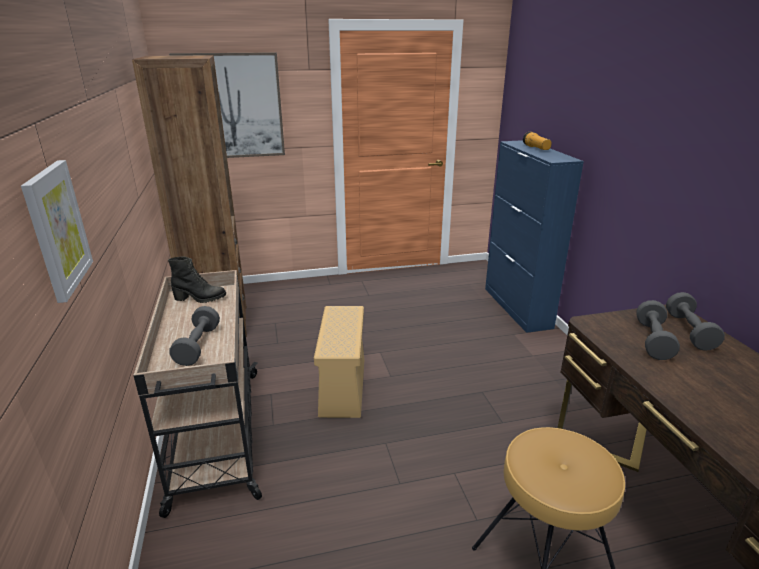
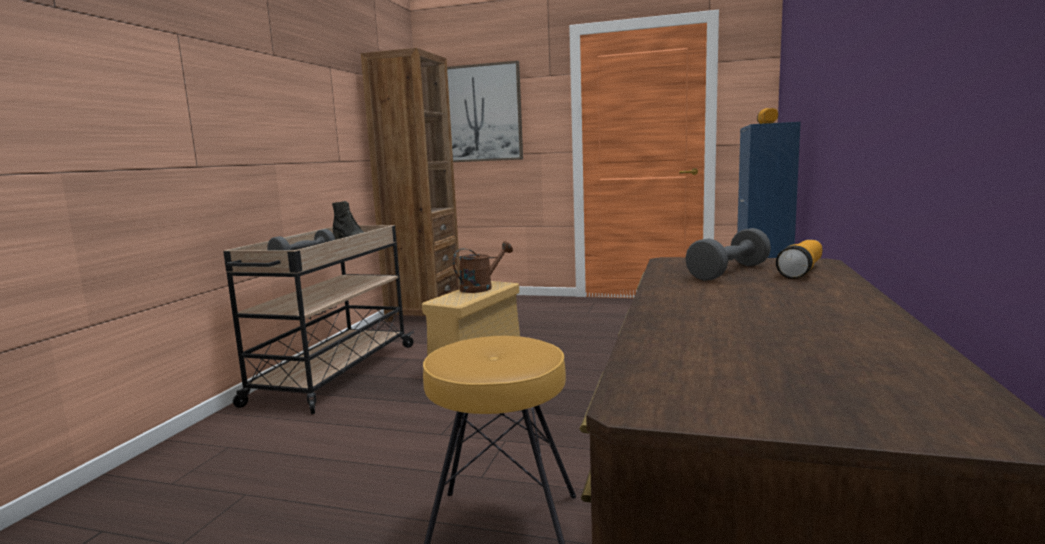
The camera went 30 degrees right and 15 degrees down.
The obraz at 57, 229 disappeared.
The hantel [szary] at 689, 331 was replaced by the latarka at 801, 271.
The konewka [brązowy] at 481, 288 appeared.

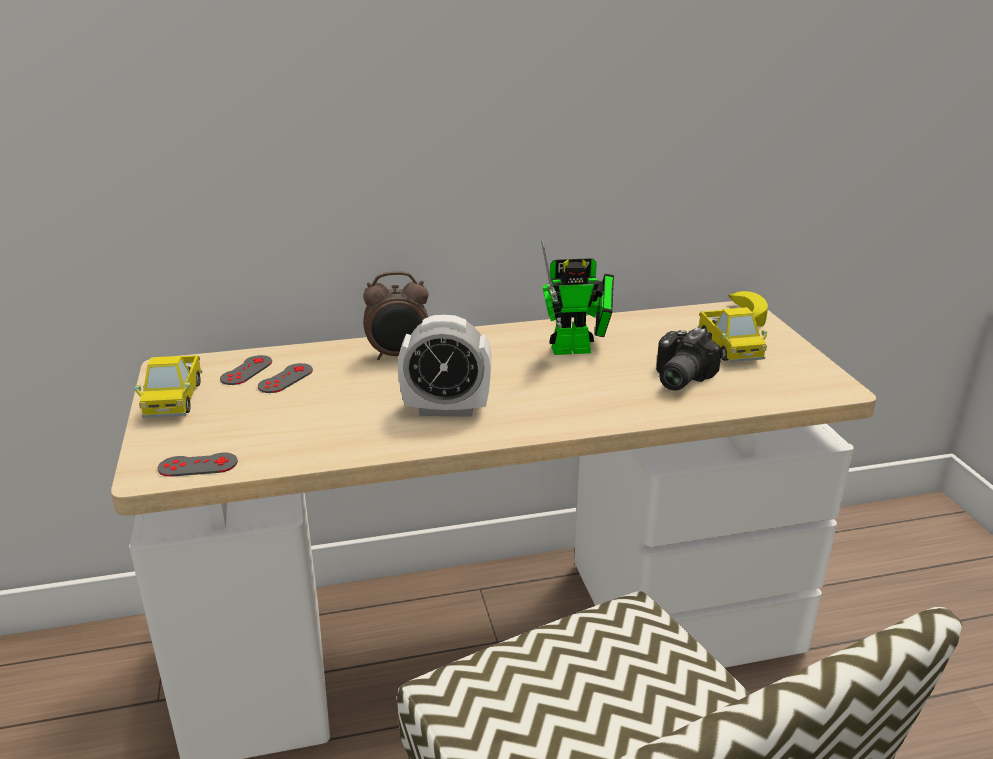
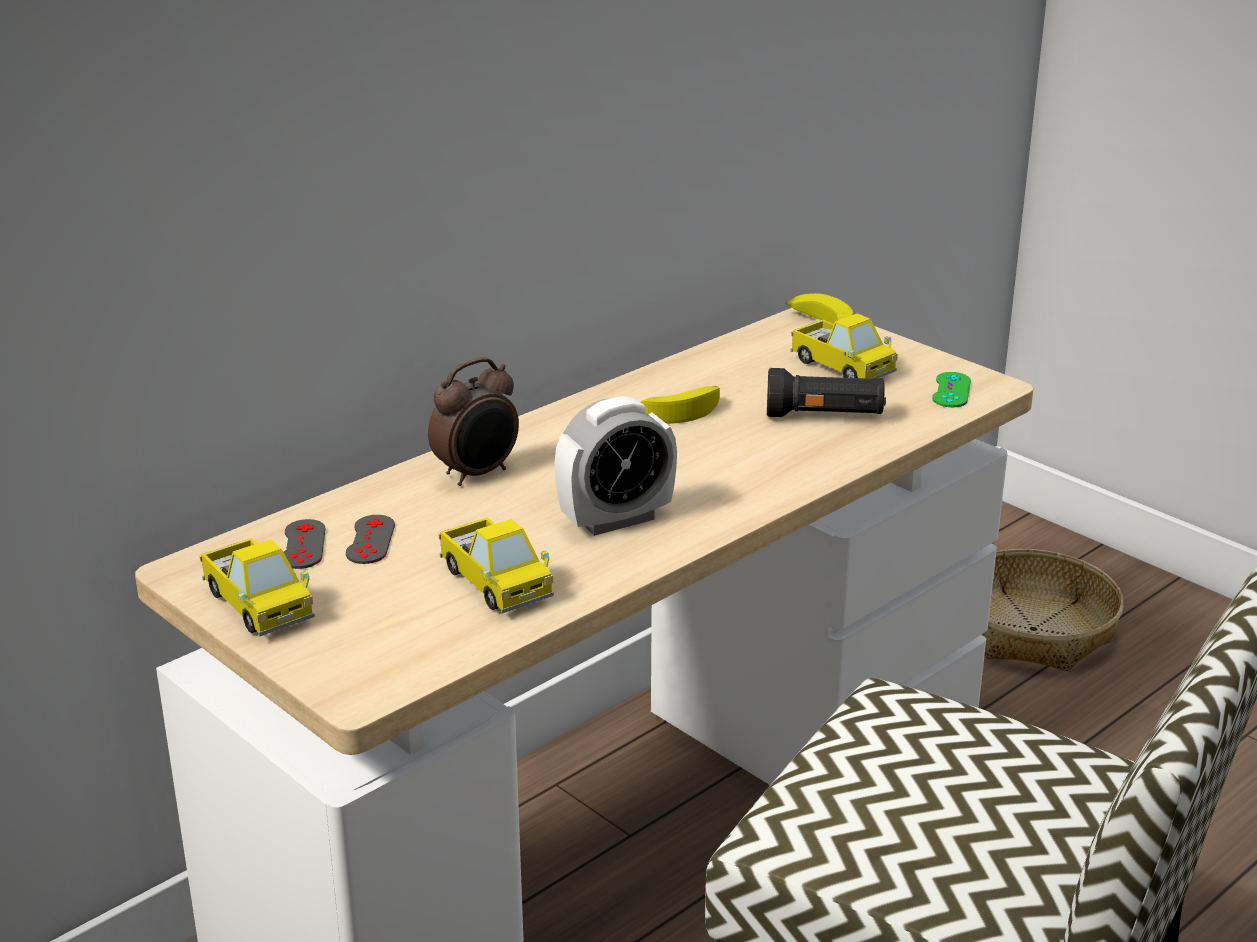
The camera went 30 degrees left and 0 degrees up.
The robot zabawkowy at 577, 349 was replaced by the banan at 682, 411.
The aparat fotograficzny at 677, 378 was replaced by the latarka [czarny] at 824, 416.
The pad do gier [szary] at 198, 465 disappeared.
The pad do gier [zielony] at 951, 390 appeared.
The ciężarówka zabawkowa at 495, 583 appeared.
The koszyk at 1033, 629 appeared.

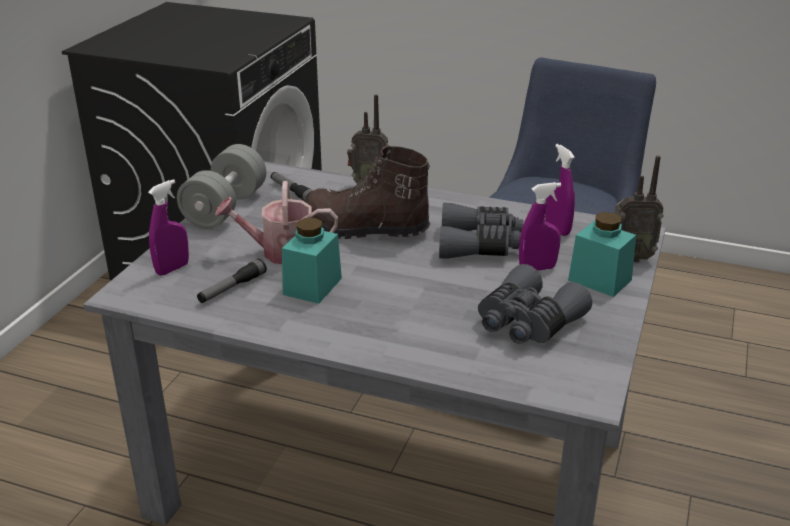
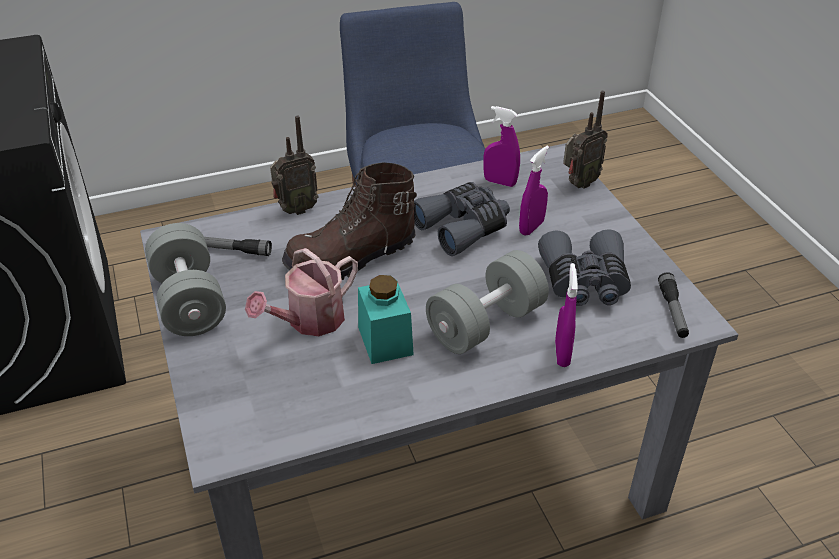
The camera went 40 degrees left and 10 degrees up.
The spryskiwacz [fioletowy] moved from 172, 269 to 562, 354.
The słoik [turkusowy] at 599, 280 disappeared.
The latarka moved from 232, 288 to 672, 311.
The hantel [szary] at 486, 323 appeared.

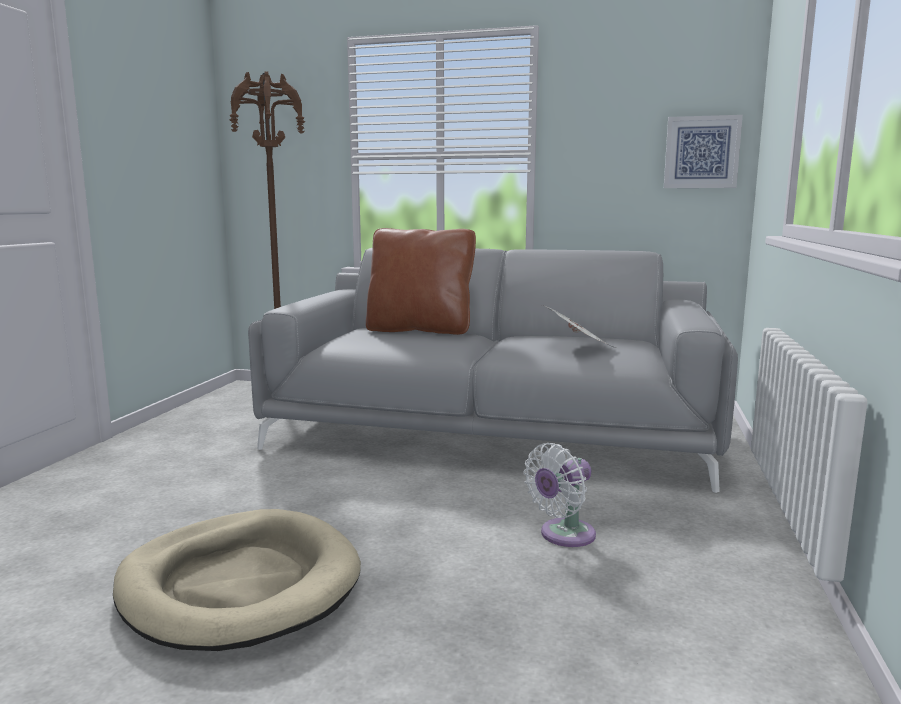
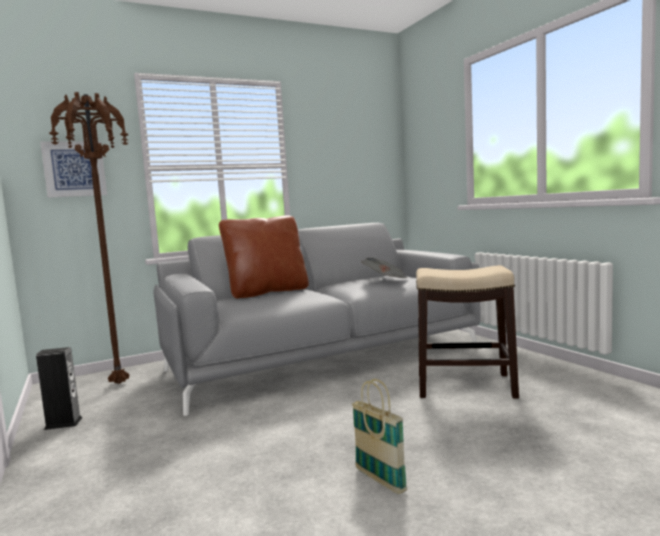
The camera went 40 degrees left and 5 degrees down.
The obraz moved from 701, 152 to 74, 169.
The wentylator [biały] at 563, 535 was replaced by the stołek at 466, 385.
The legowisko [beżowy] at 240, 585 was replaced by the koszyk at 380, 480.
The głośnik at 63, 423 appeared.

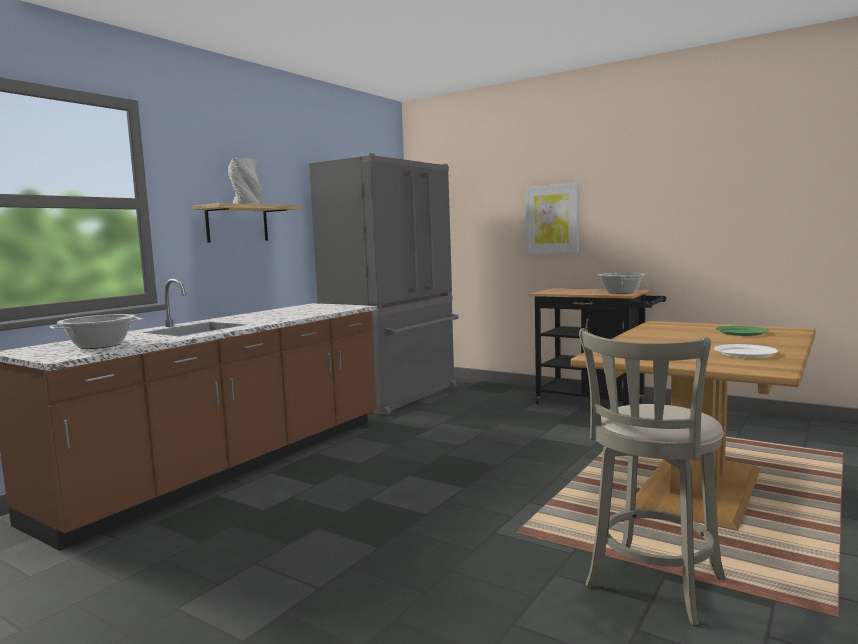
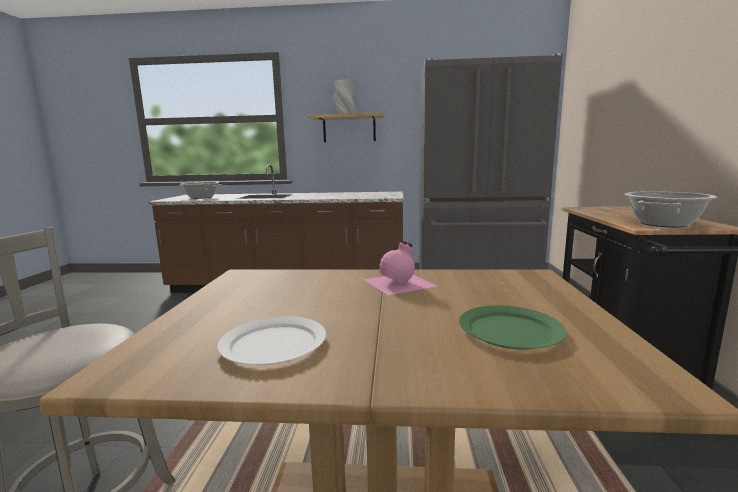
The camera went 60 degrees right and 5 degrees up.
The obraz at 552, 219 disappeared.
The butelka [różowy] at 400, 282 appeared.

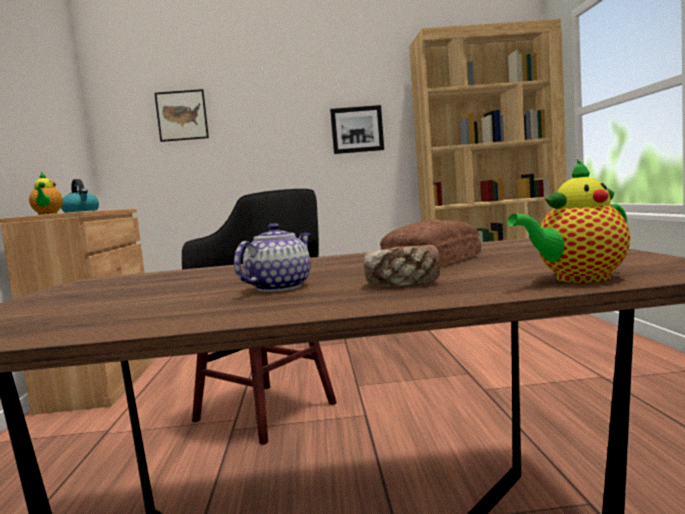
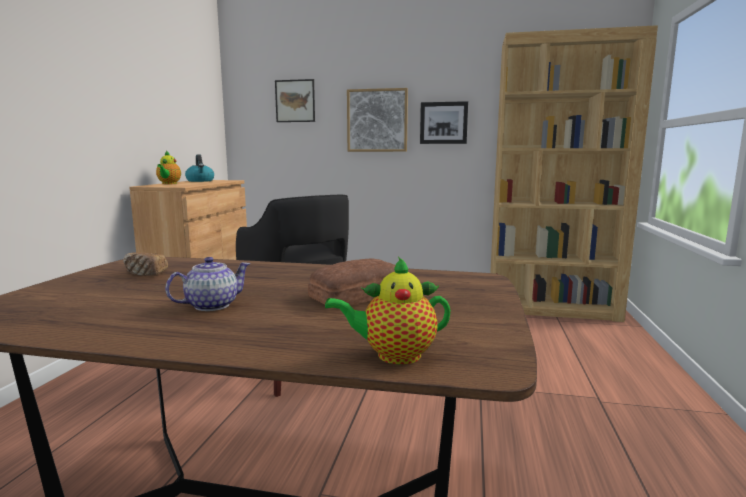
The camera went 15 degrees right and 5 degrees up.
The chleb moved from 402, 284 to 145, 273.
The obraz at 377, 120 appeared.

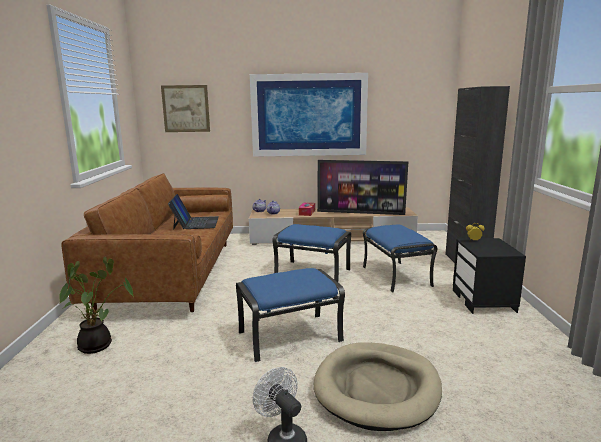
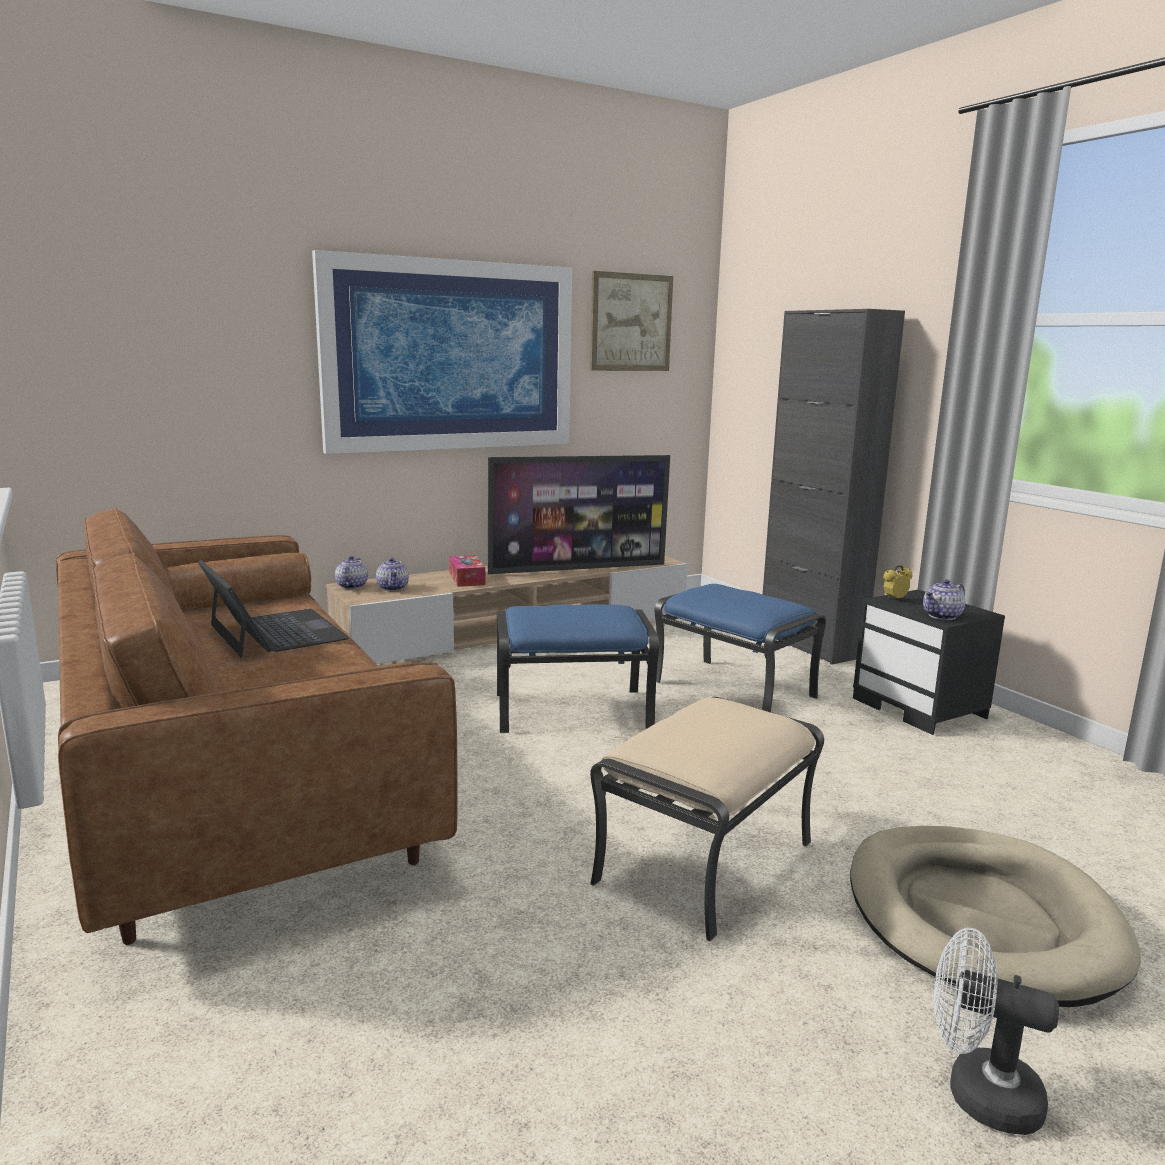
The camera went 30 degrees left and 0 degrees up.
The obraz moved from 186, 108 to 631, 322.
The roślina doniczkowa at 98, 345 disappeared.
The pufa [niebieski] at 290, 336 became the pufa [beżowy] at 704, 860.
The imbryk at 942, 616 appeared.

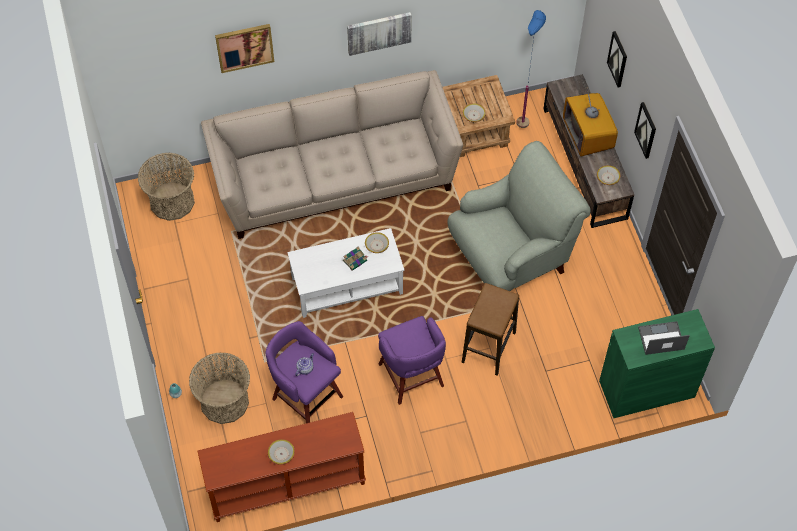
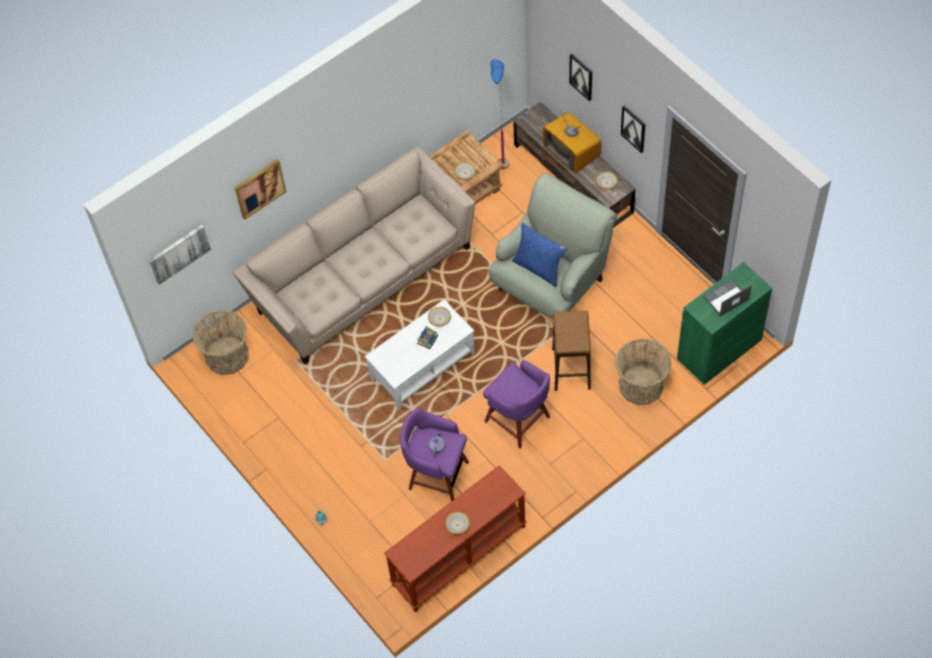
The camera went 20 degrees left and 0 degrees up.
The obraz moved from 379, 32 to 179, 253.
The koszyk moved from 224, 401 to 641, 385.
The poduszka [niebieski] at 539, 267 appeared.

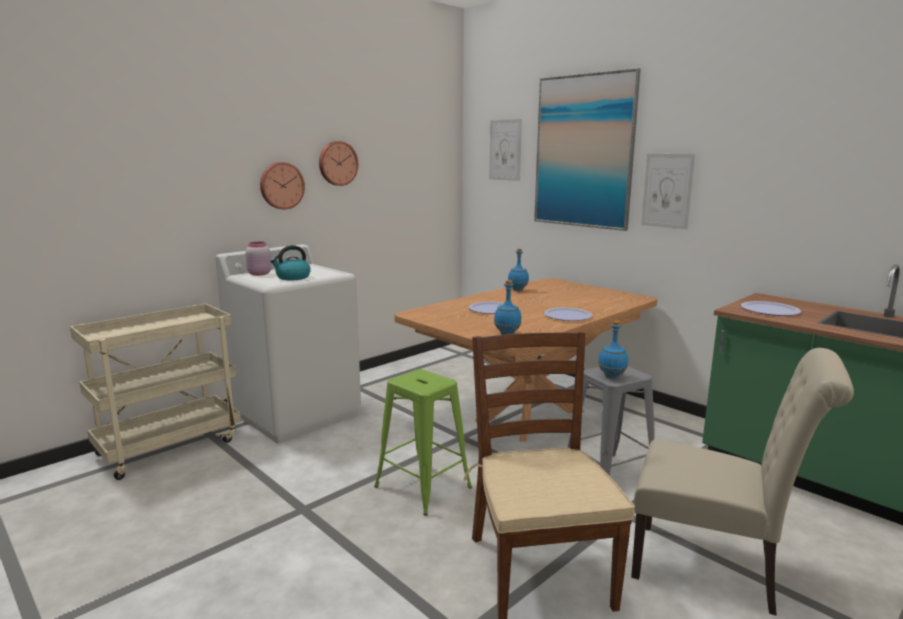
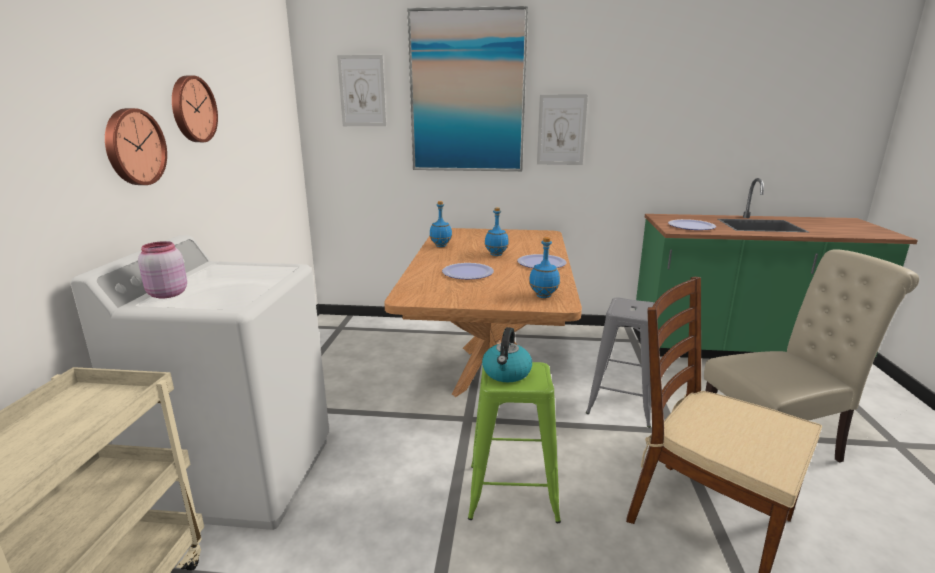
The camera went 40 degrees left and 5 degrees up.
The czajnik moved from 292, 277 to 506, 373.
The butelka [niebieski] moved from 612, 377 to 496, 255.

